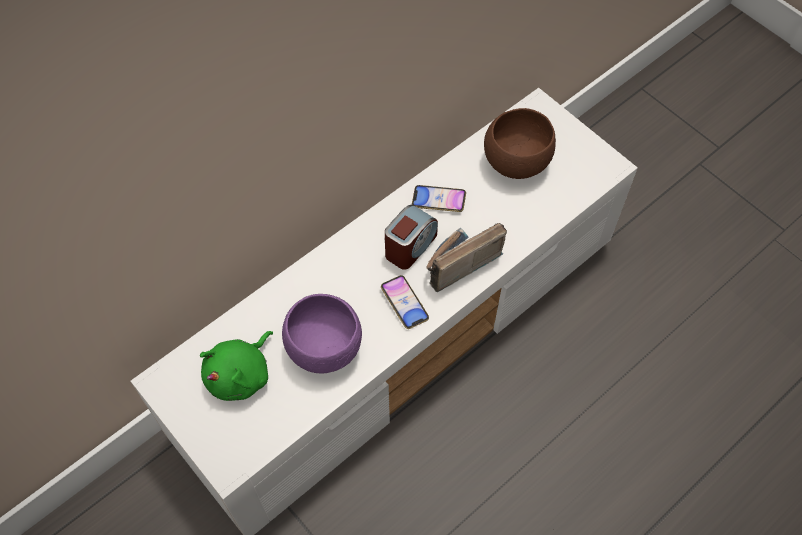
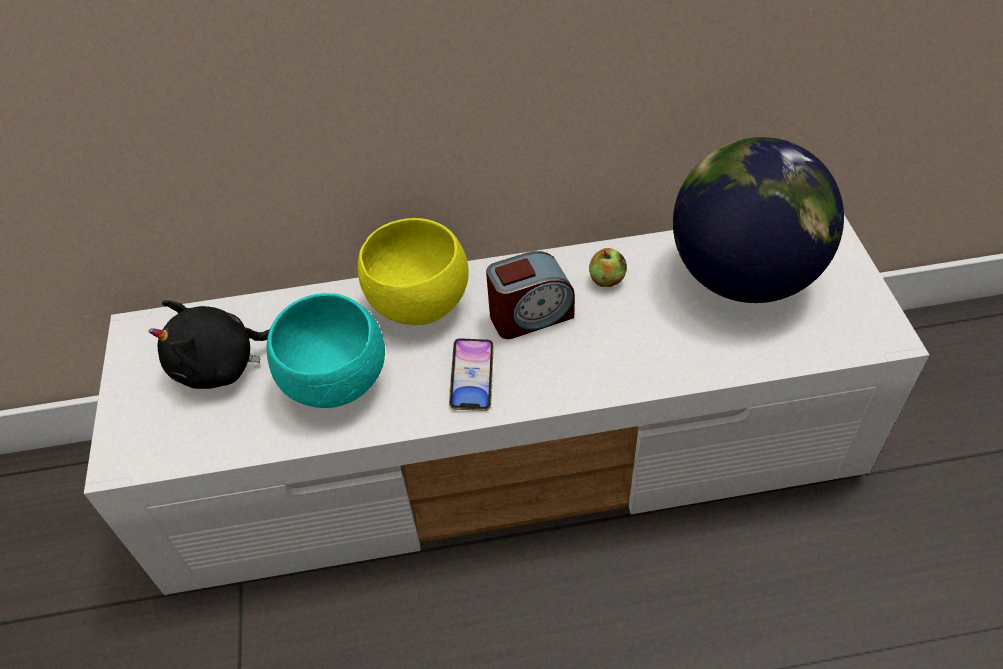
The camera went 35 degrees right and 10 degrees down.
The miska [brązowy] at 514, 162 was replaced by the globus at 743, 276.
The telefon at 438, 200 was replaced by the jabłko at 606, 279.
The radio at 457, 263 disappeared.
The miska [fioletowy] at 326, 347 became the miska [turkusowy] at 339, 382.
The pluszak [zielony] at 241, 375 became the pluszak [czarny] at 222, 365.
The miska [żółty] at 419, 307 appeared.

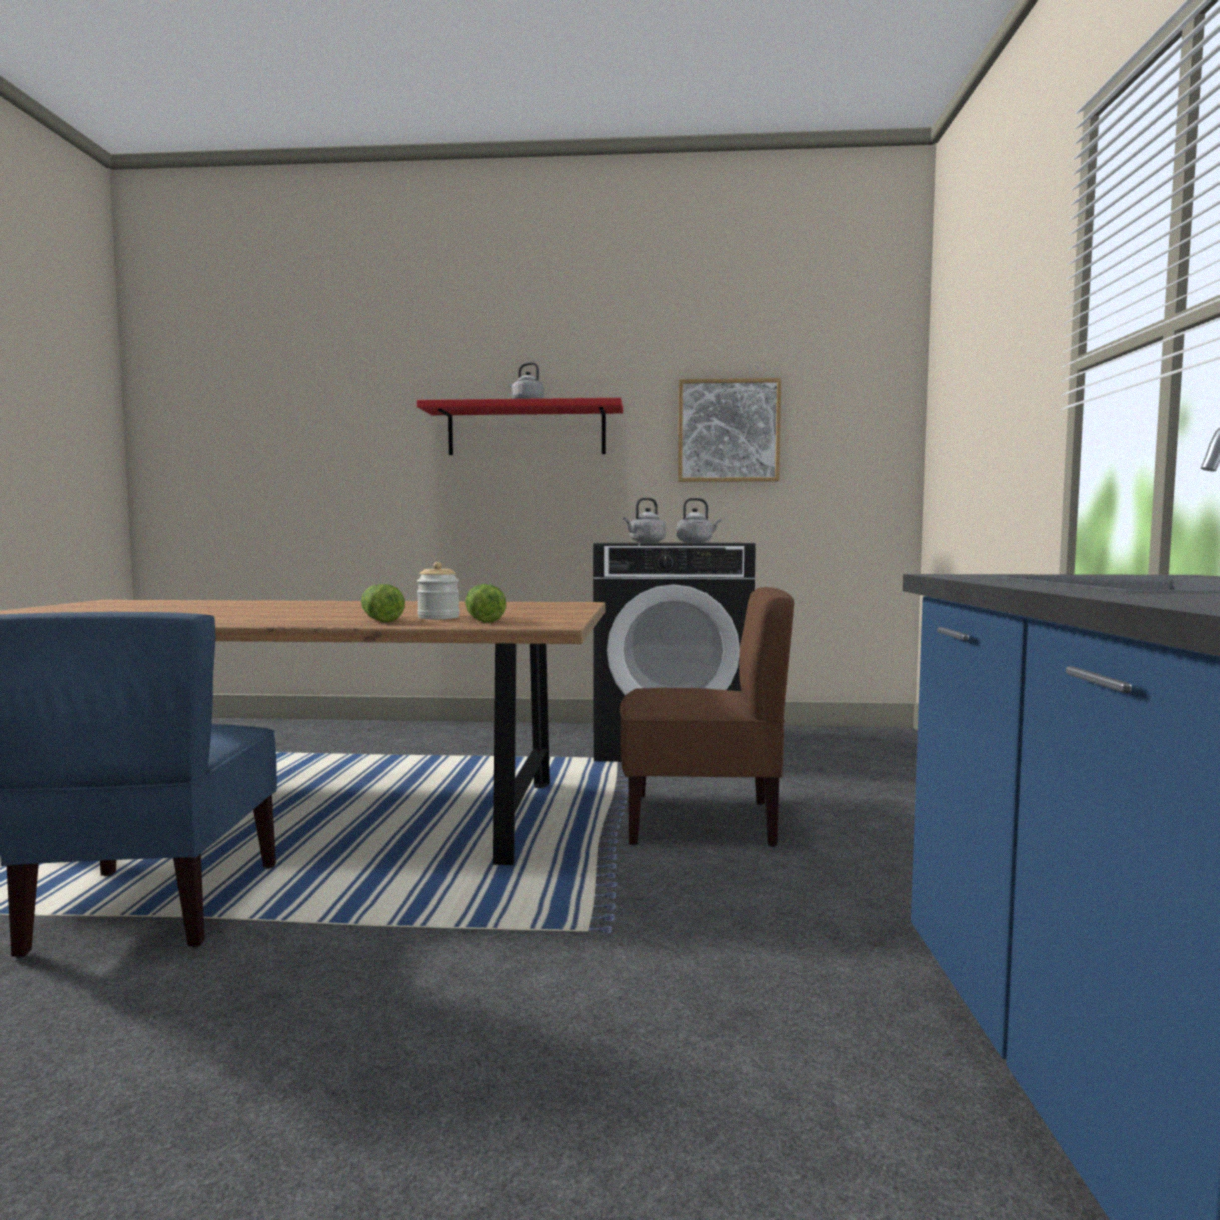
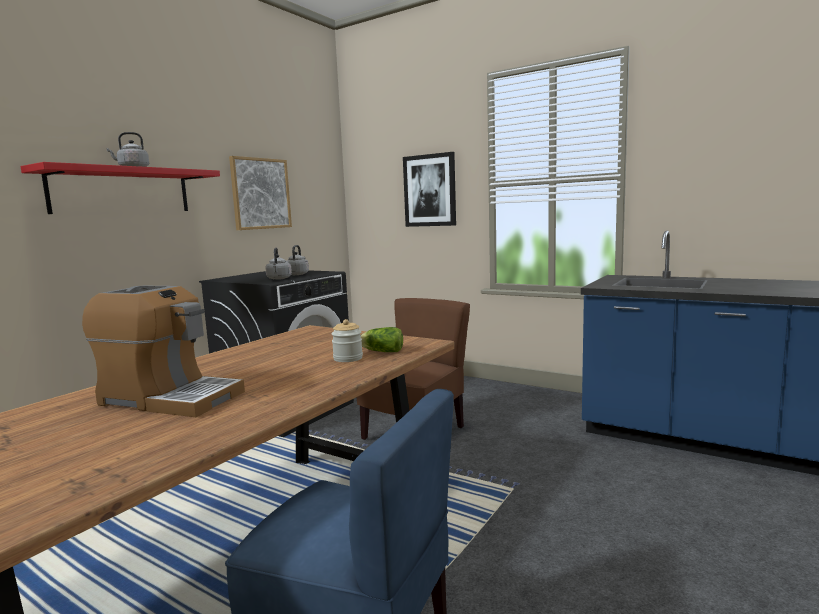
The camera went 60 degrees left and 5 degrees up.
The sałata at 380, 620 disappeared.
The obraz at 430, 190 appeared.
The ekspres do kawy at 169, 398 appeared.

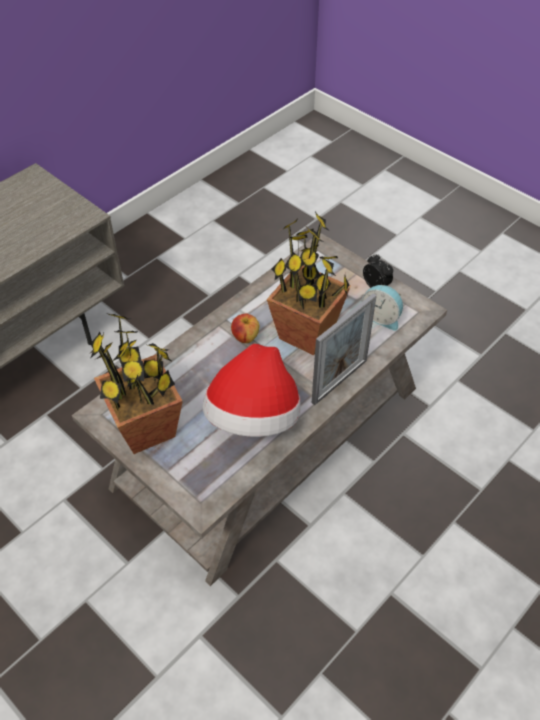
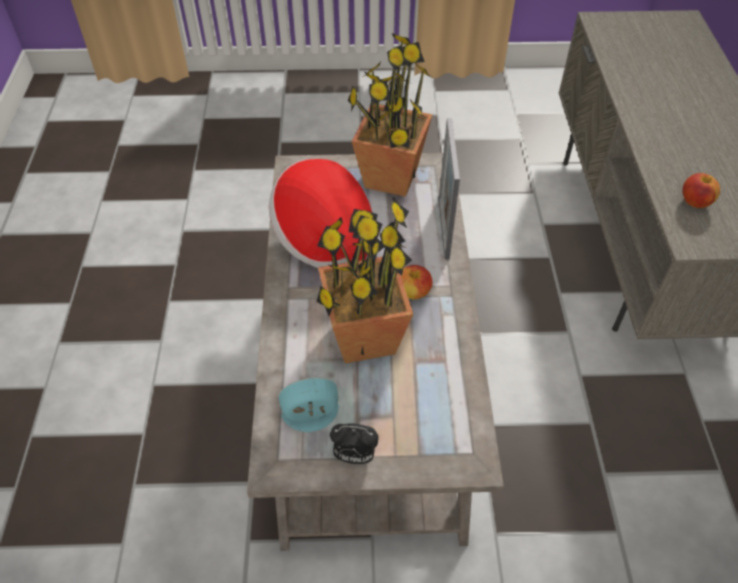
The camera went 135 degrees right and 0 degrees up.
The ramka na zdjęcie moved from 339, 381 to 443, 228.
The jabłko at 695, 202 appeared.

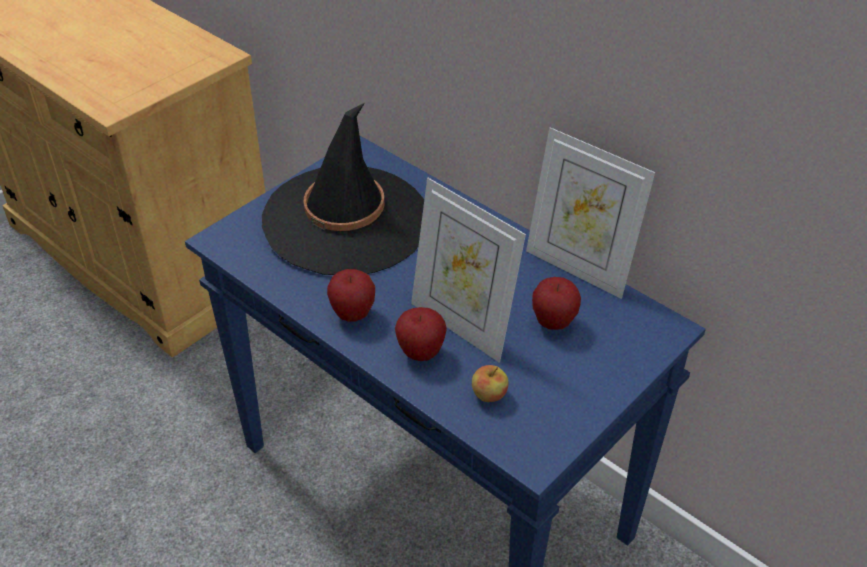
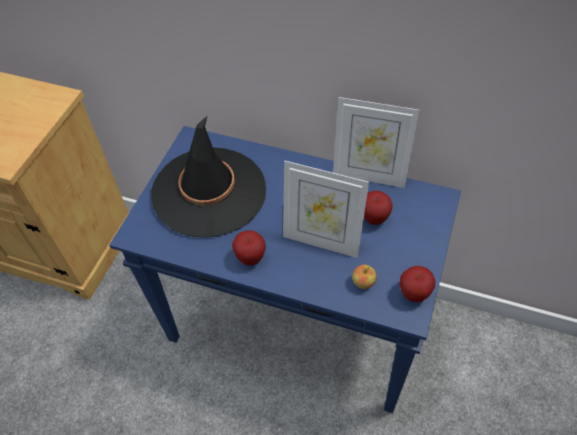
The camera went 20 degrees left and 10 degrees up.
The jabłko moved from 420, 353 to 414, 294.

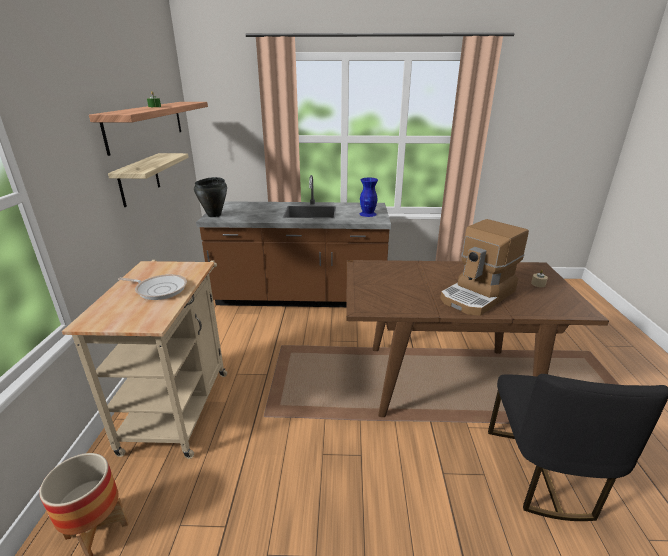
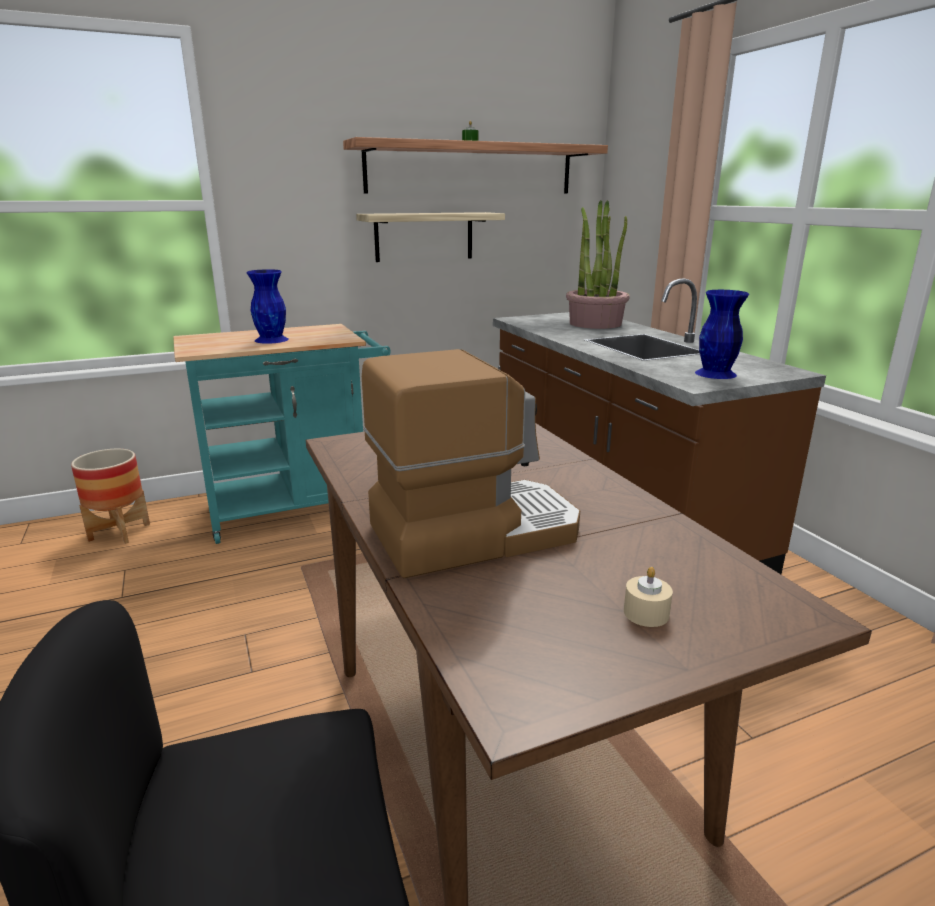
The camera went 65 degrees right and 5 degrees down.
The garnek [czarny] at 214, 215 disappeared.
The ekspres do kawy at 478, 296 turned 135 degrees clockwise.
The wózek [beżowy] at 180, 404 became the wózek [turkusowy] at 299, 509.
The patelnia at 159, 289 was replaced by the wazon [niebieski] at 272, 339.
The roślina doniczkowa at 595, 323 appeared.

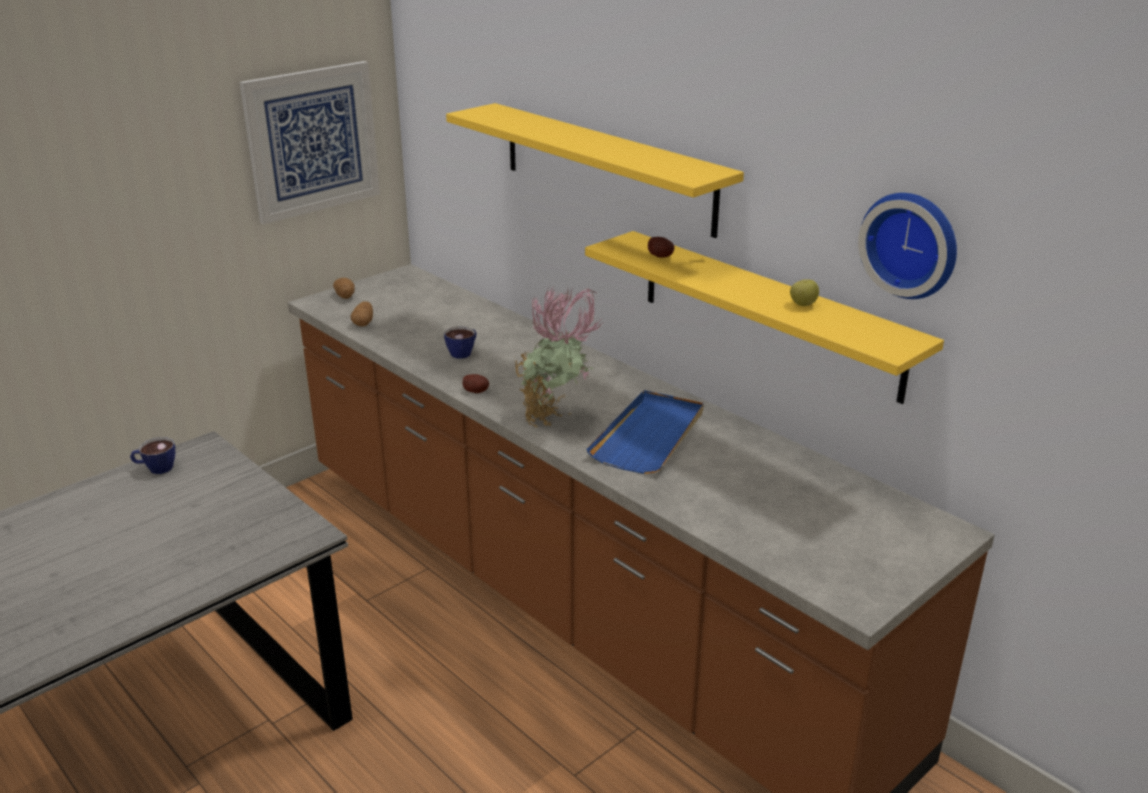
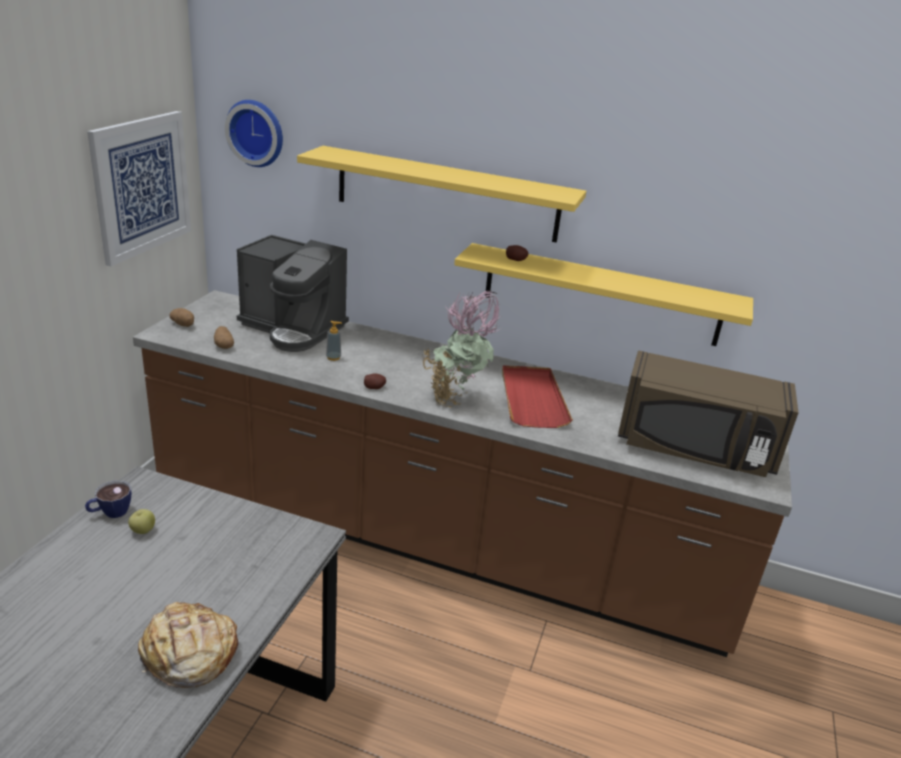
The camera went 30 degrees left and 0 degrees up.
The zegar ścienny moved from 911, 244 to 257, 132.
The jabłko moved from 802, 305 to 143, 531.
The filiżanka at 464, 352 was replaced by the dozownik mydła at 333, 357.
The taca [niebieski] at 649, 436 became the taca [czerwony] at 532, 399.
The ekspres do kawy at 293, 328 appeared.
The mikrofalówka [brązowy] at 695, 448 appeared.
The chleb at 188, 655 appeared.

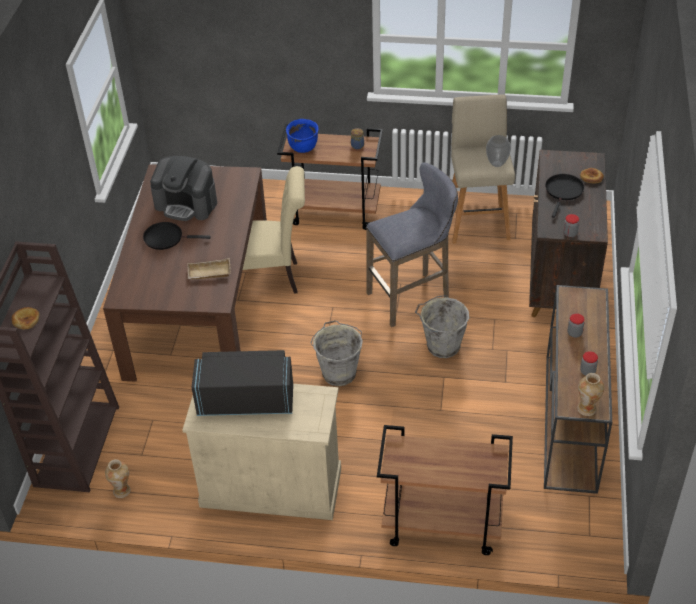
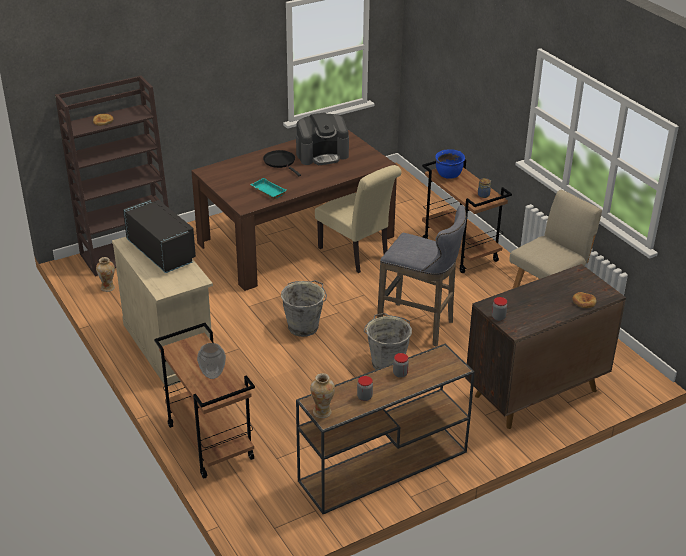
The camera went 50 degrees right and 10 degrees down.
The wazon moved from 497, 163 to 213, 375.
The ekspres do kawy at 186, 204 turned 90 degrees counterclockwise.
The patelnia [czarny] at 563, 191 disappeared.
The taca [beżowy] at 209, 273 became the taca [turkusowy] at 267, 191.

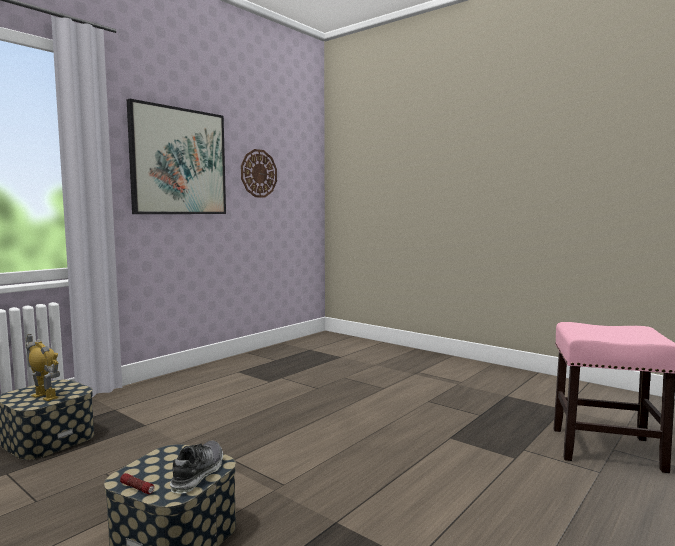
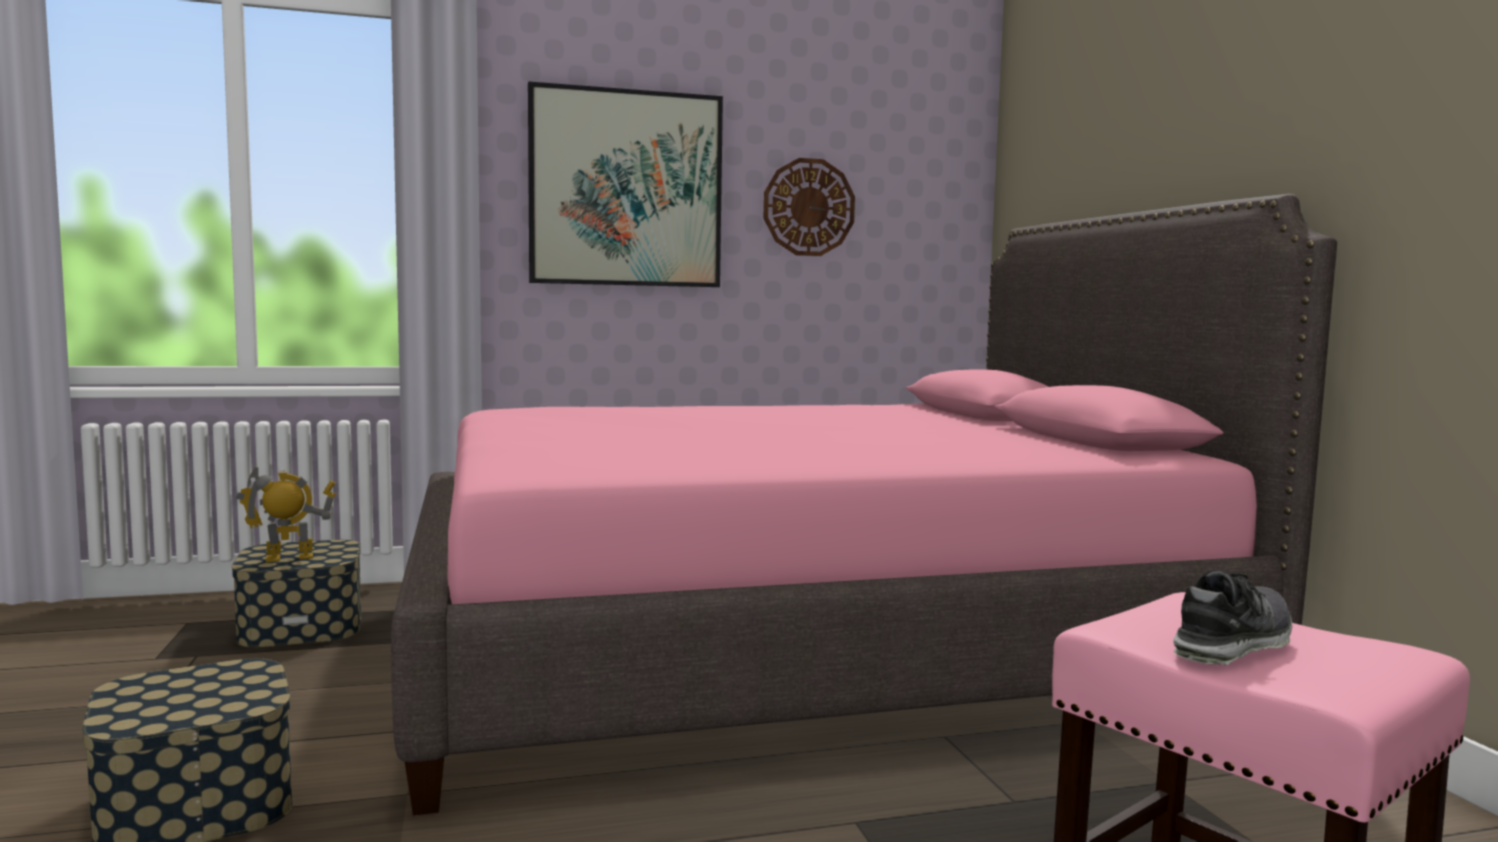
The camera went 35 degrees right and 0 degrees up.
The robot zabawkowy at 45, 396 turned 90 degrees counterclockwise.
The but moved from 198, 474 to 1232, 644.
The latarka at 137, 488 disappeared.
The łóżko [różowy] at 801, 649 appeared.

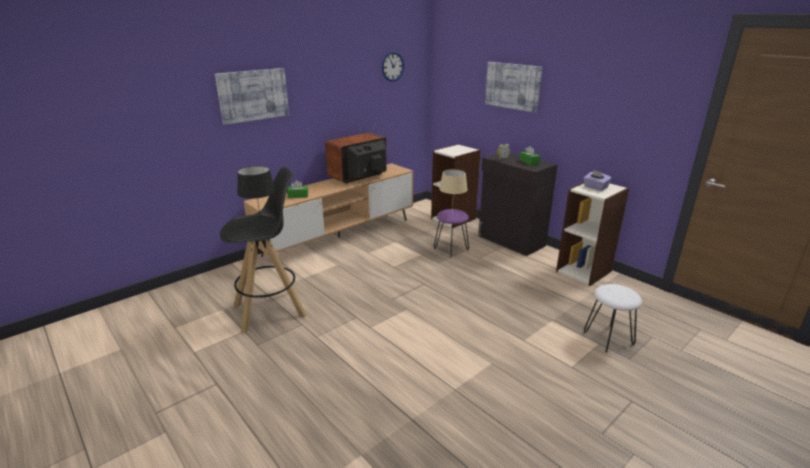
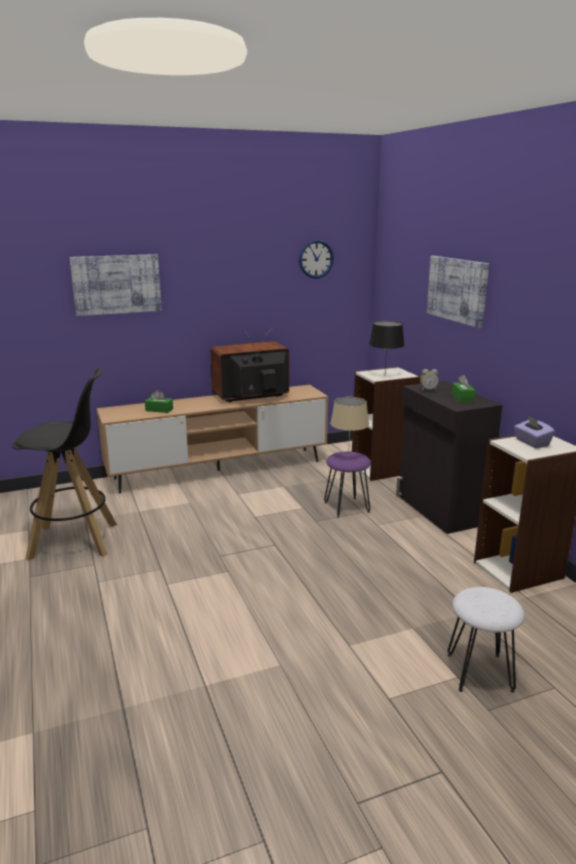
The camera went 20 degrees right and 5 degrees down.
The lampa stołowa [czarny] moved from 260, 222 to 384, 375.

